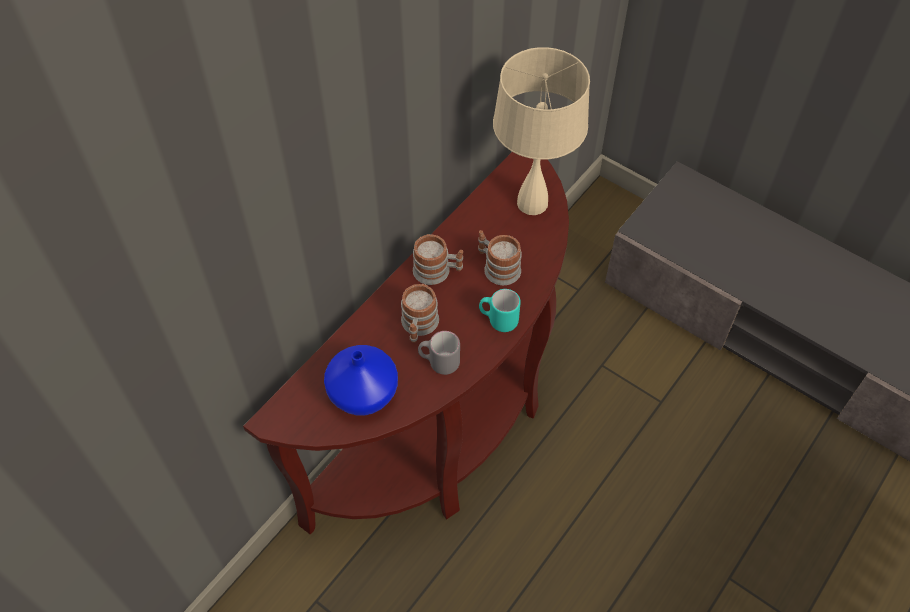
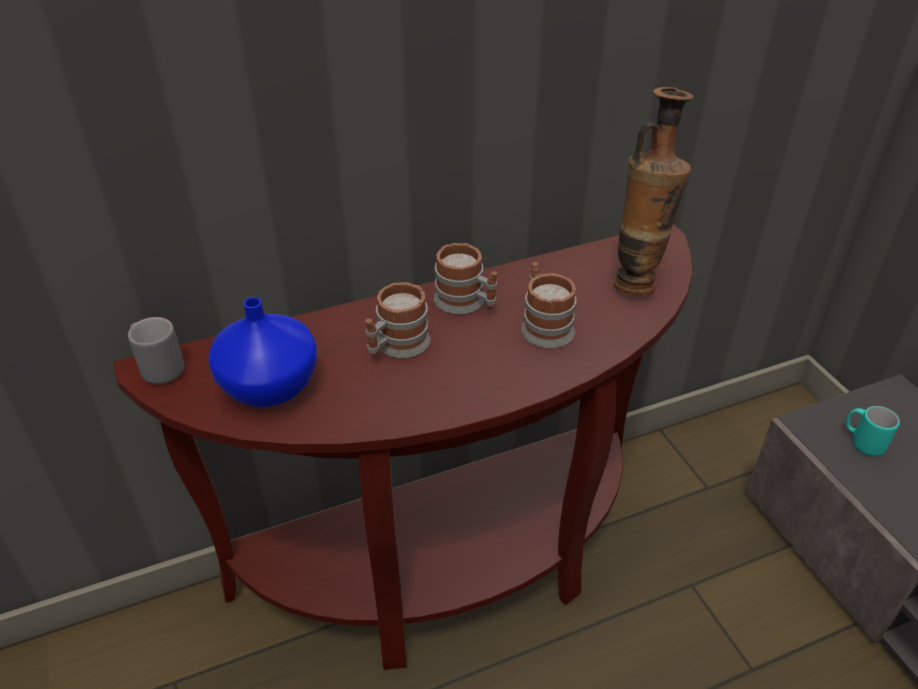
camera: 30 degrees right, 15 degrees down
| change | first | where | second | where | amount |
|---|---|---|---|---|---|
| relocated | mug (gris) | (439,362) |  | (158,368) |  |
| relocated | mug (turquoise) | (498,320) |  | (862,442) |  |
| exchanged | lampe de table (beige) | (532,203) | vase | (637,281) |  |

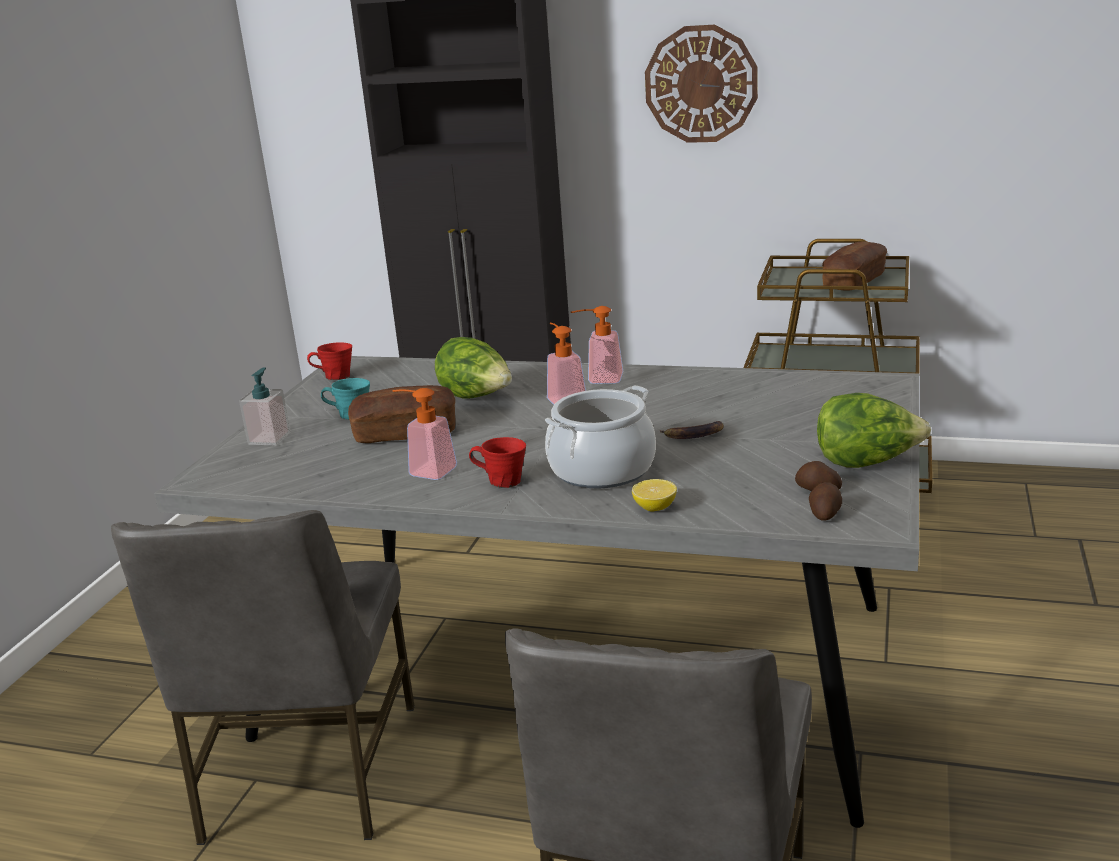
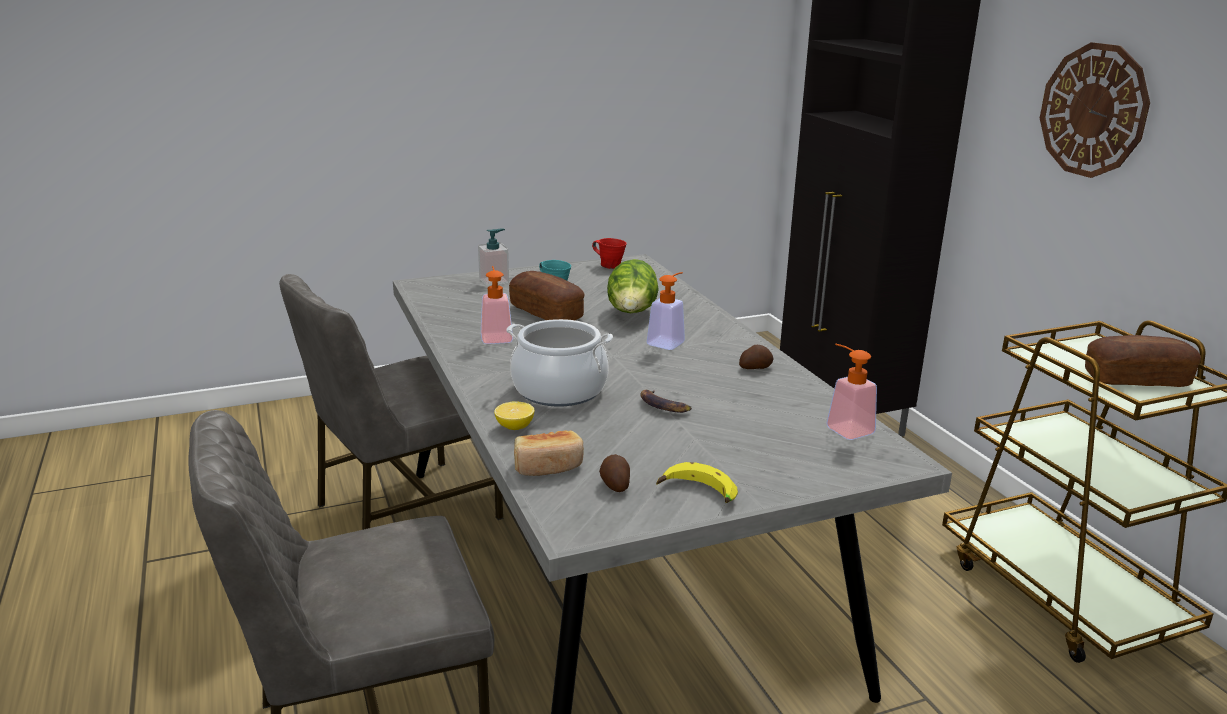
camera: 50 degrees right, 0 degrees up
| change | first | where | second | where | amount |
|---|---|---|---|---|---|
| missing | mug (rouge) | (503,481) |  |  |  |
| relocated | distributeur de savon | (598,379) |  | (844,427) |  |
| relocated | pomme de terre | (824,513) |  | (755,367) |  |
| exchanged | laitue | (867,463) | banane | (697,494) |  |
| appeared |  |  | pain | (548,466) |  |

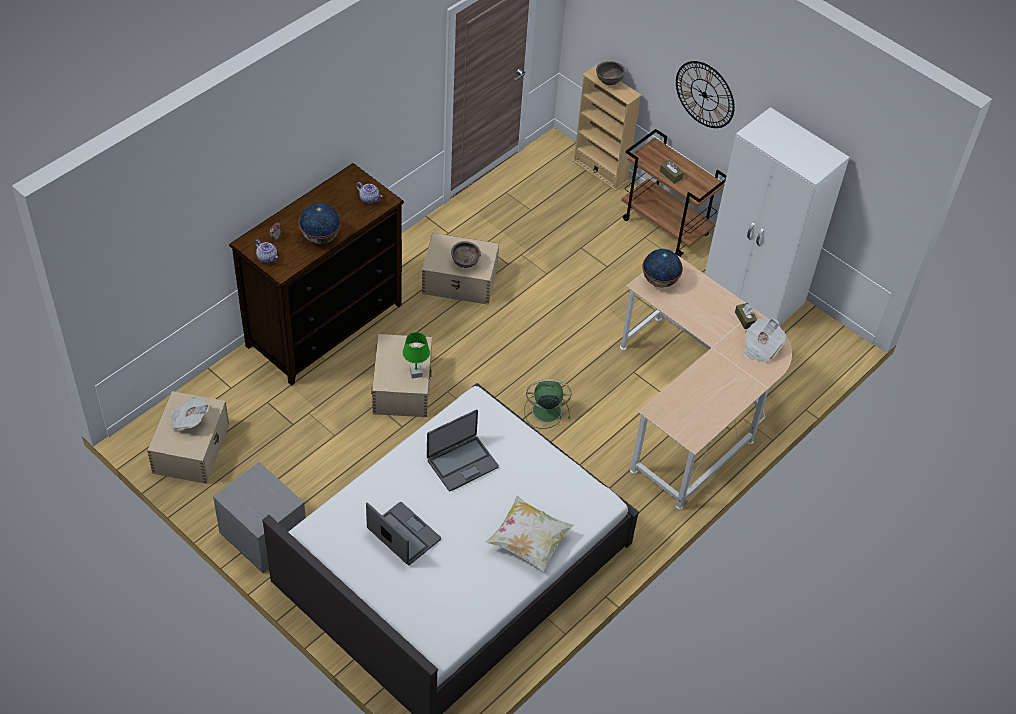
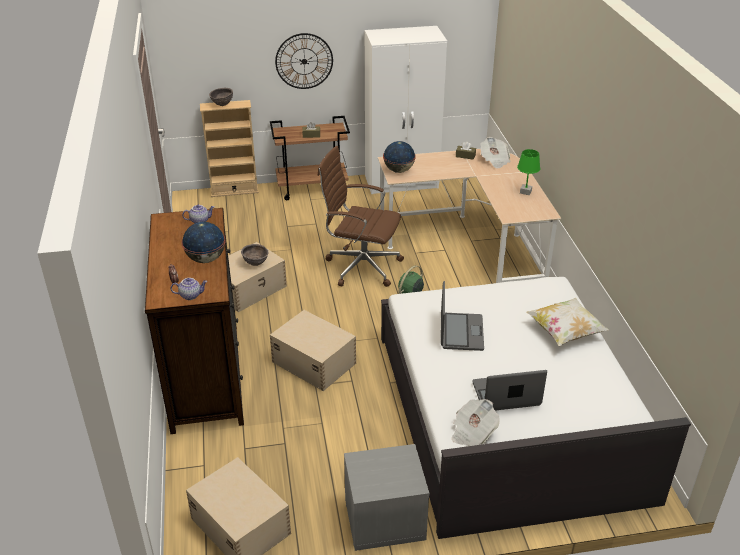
camera: 50 degrees left, 15 degrees down
| change | first | where | second | where | amount |
|---|---|---|---|---|---|
| relocated | journal | (189,420) |  | (472,432) |  |
| relocated | lampe de table (vert) | (415,373) |  | (525,192) |  |
| appeared |  |  | chaise de bureau (marron) | (361,266) |  |

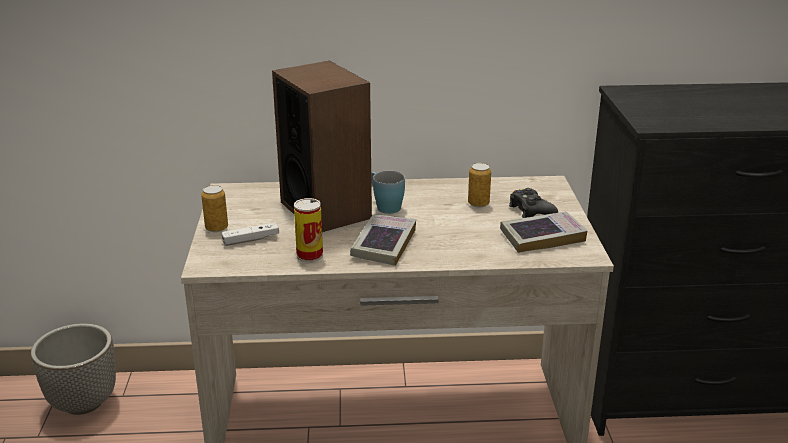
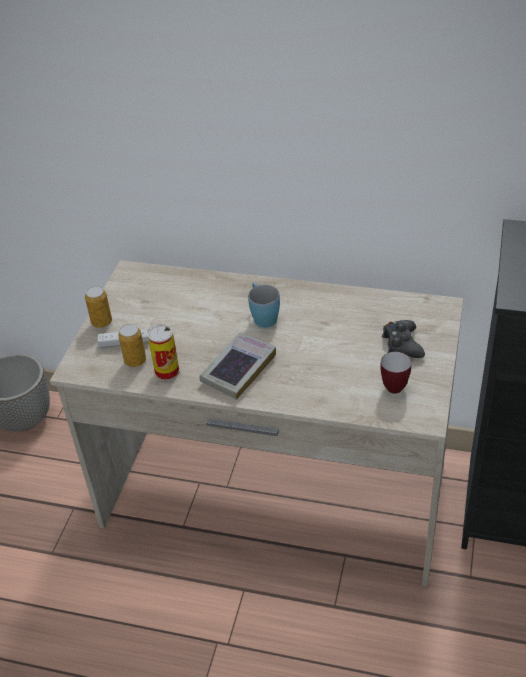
camera: 20 degrees right, 15 degrees up
| change | first | where | second | where | amount |
|---|---|---|---|---|---|
| missing | enceinte | (326,210) |  |  |  |
| relocated | boîte métallique | (478,203) |  | (135,361) |  |
| exchanged | livre | (542,237) | mug | (394,385) |  |

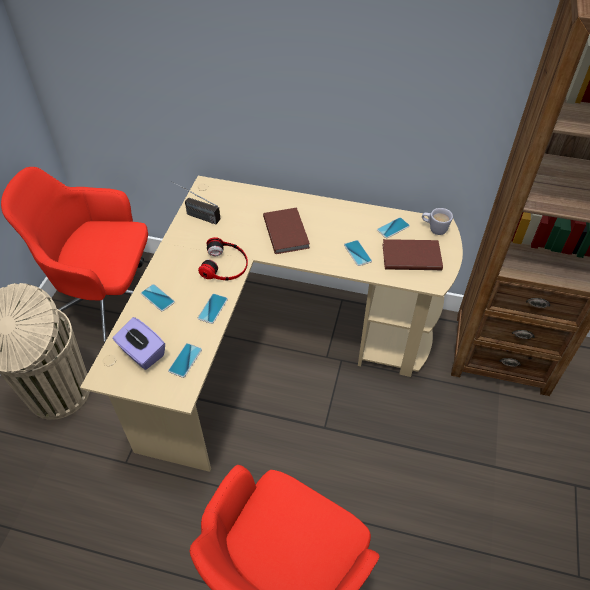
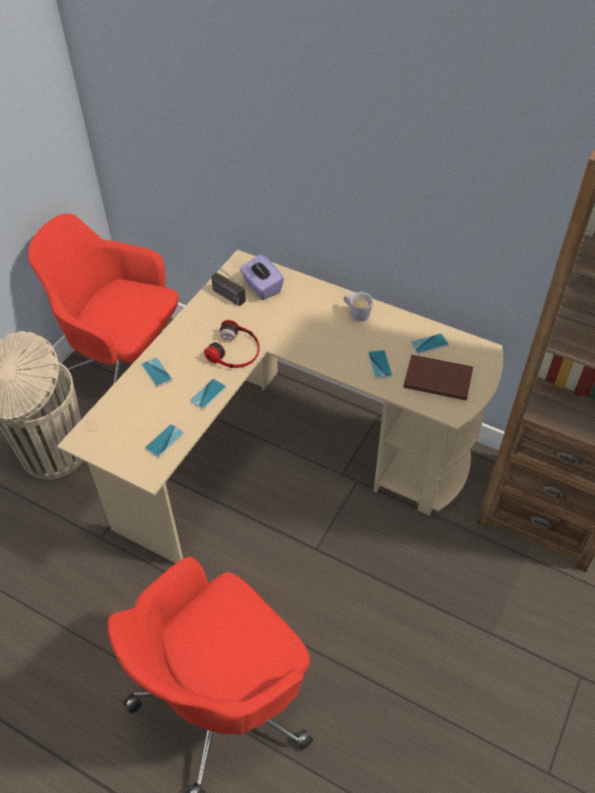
camera: 15 degrees right, 0 degrees up
| change | first | where | second | where | amount |
|---|---|---|---|---|---|
| relocated | boîte à mouchoirs (violet) | (142,353) |  | (262,287) |  |
| missing | livre (marron) | (287,231) |  |  |  |
| relocated | mug (blanc) | (434,229) |  | (356,314) |  |

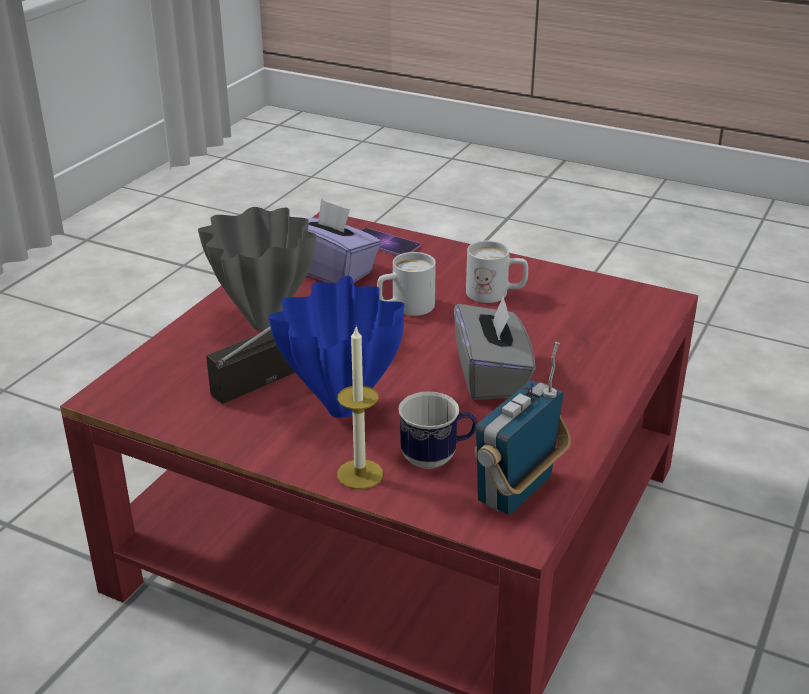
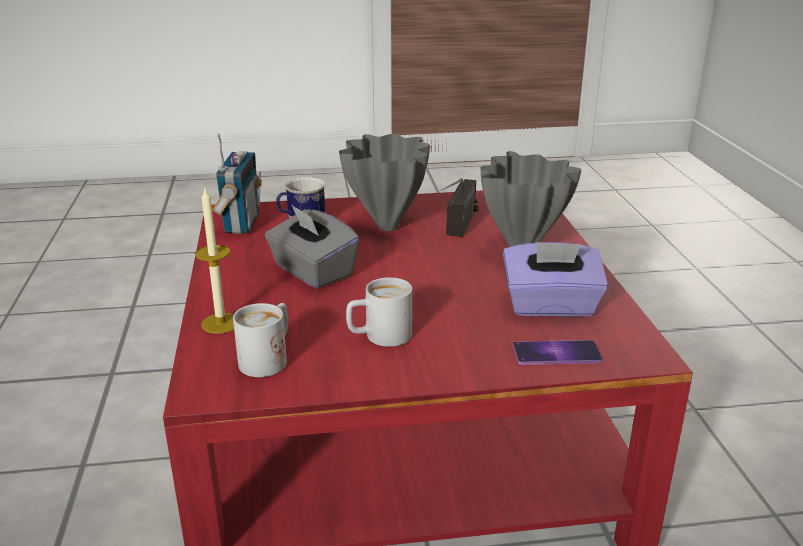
camera: 145 degrees right, 5 degrees down
| change | first | where | second | where | amount |
|---|---|---|---|---|---|
| colour | vase (bleu) | (341,411) | vase (gris) | (387,226) |  |
| relocated | bougie | (360,474) |  | (221,323) |  |
| relocated | mug (blanc) | (405,308) |  | (269,358) |  |

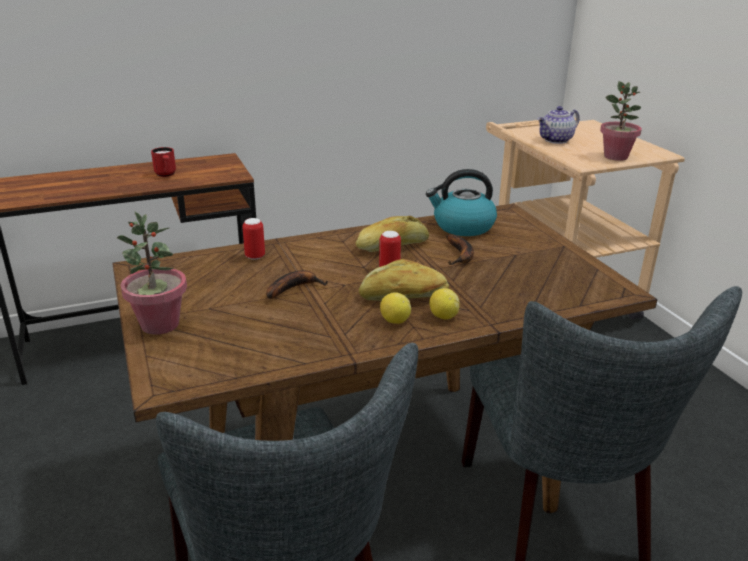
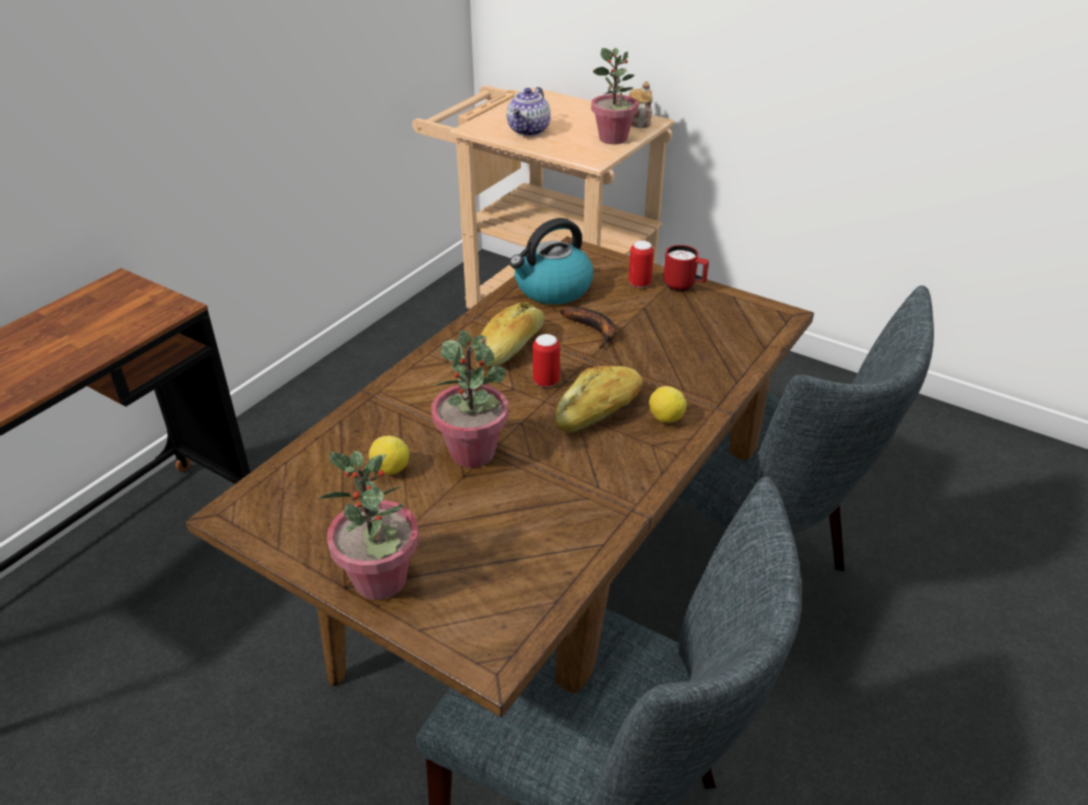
camera: 35 degrees left, 10 degrees up
| change | first | where | second | where | amount |
|---|---|---|---|---|---|
| relocated | mug (rouge) | (166,175) |  | (684,286) |  |
| relocated | boîte métallique | (255,256) |  | (639,284) |  |
| exchanged | banane | (294,288) | plante en pot | (473,452) |  |
| relocated | citron | (394,321) |  | (390,469) |  |
| appeared |  |  | théière | (638,121) |  |

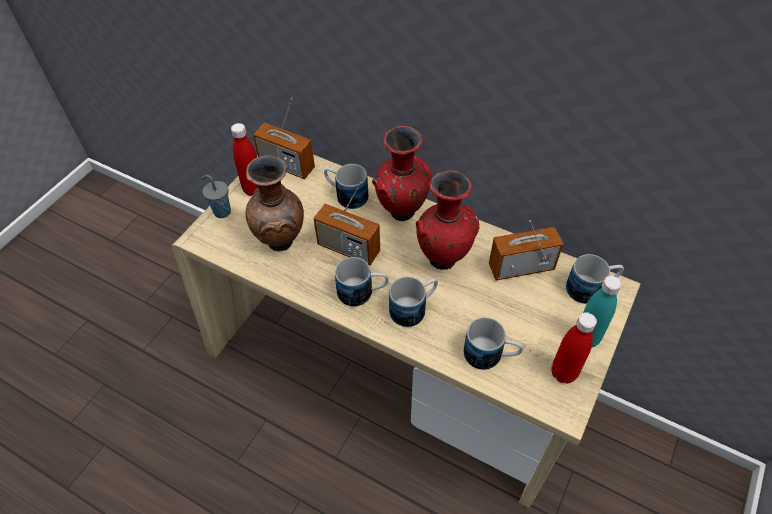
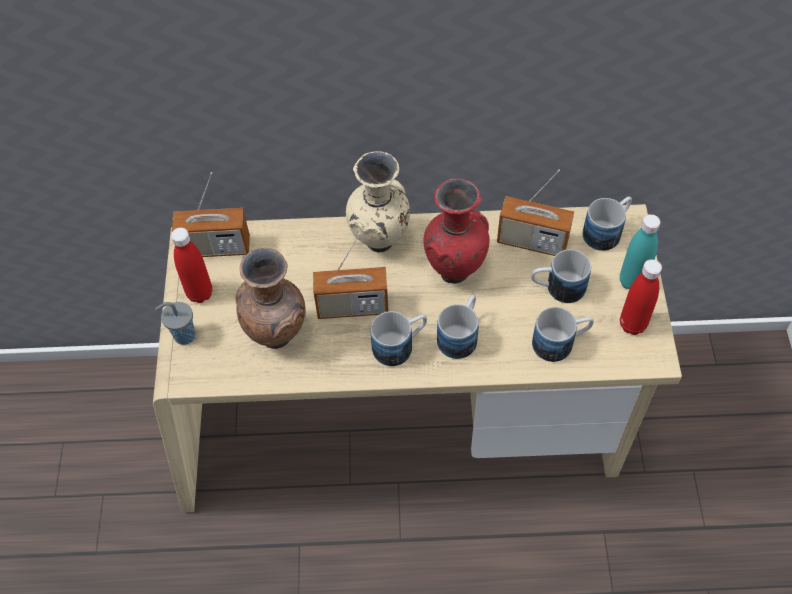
camera: 30 degrees left, 5 degrees up
| change | first | where | second | where | amount |
|---|---|---|---|---|---|
| relocated | mug | (346,195) |  | (557,288) |  |
| colour | vase (rouge) | (402,214) | vase (beige) | (380,243) |  |
| spun | radio | (521,267) |  | (532,242) | 120 degrees counterclockwise |

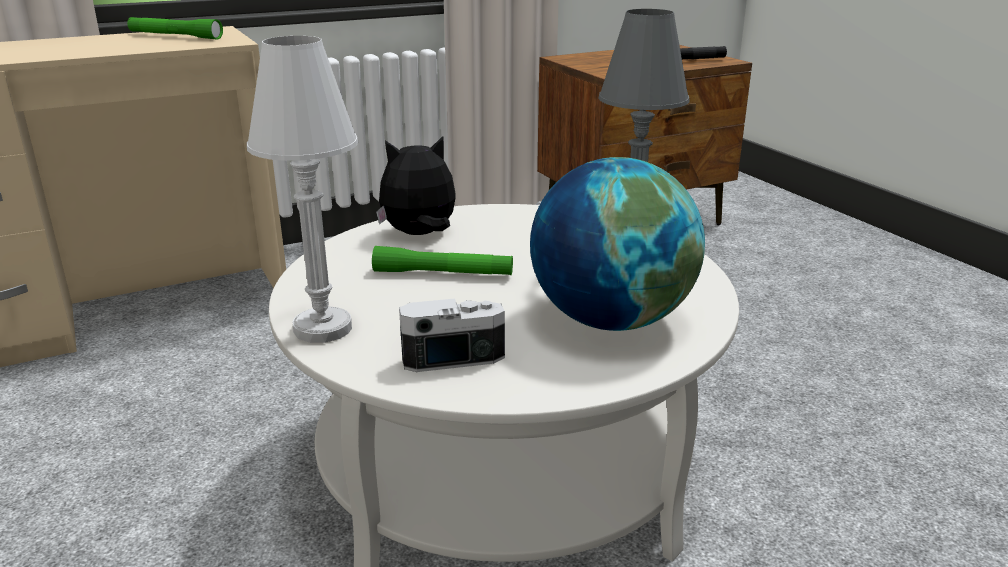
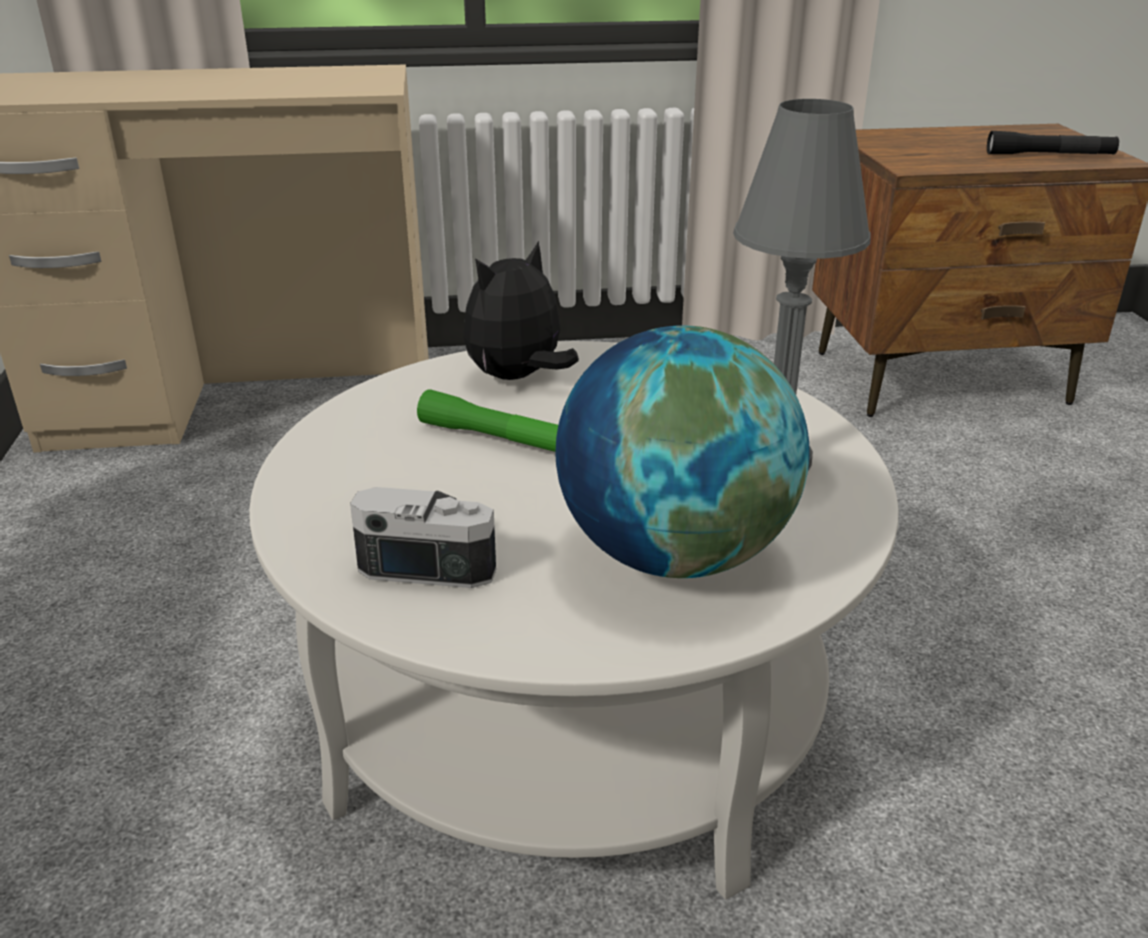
camera: 20 degrees right, 5 degrees up
| change | first | where | second | where | amount |
|---|---|---|---|---|---|
| missing | lampe de poche (vert) | (175,36) |  |  |  |
| missing | lampe de table (blanc) | (323,328) |  |  |  |
| spun | peluche | (420,235) |  | (517,378) | 45 degrees counterclockwise |

